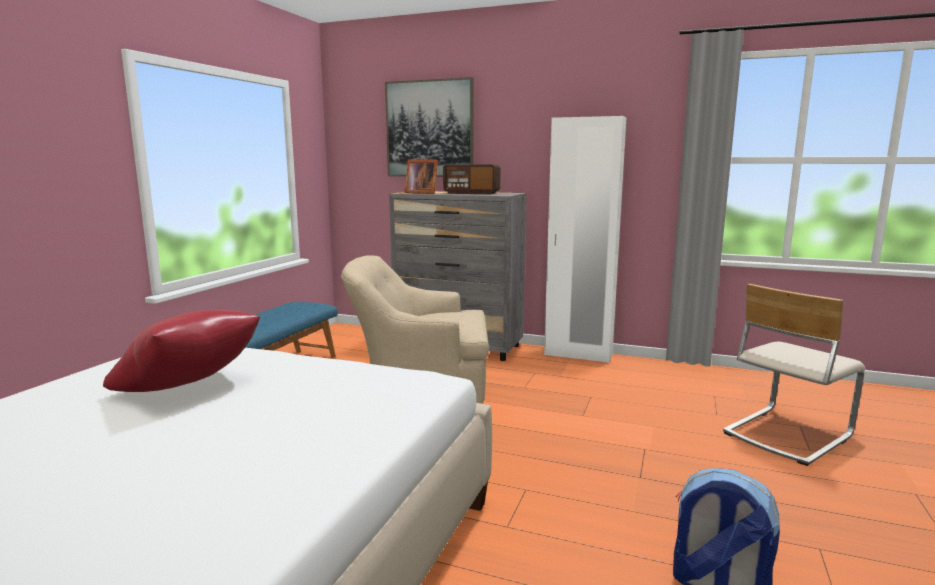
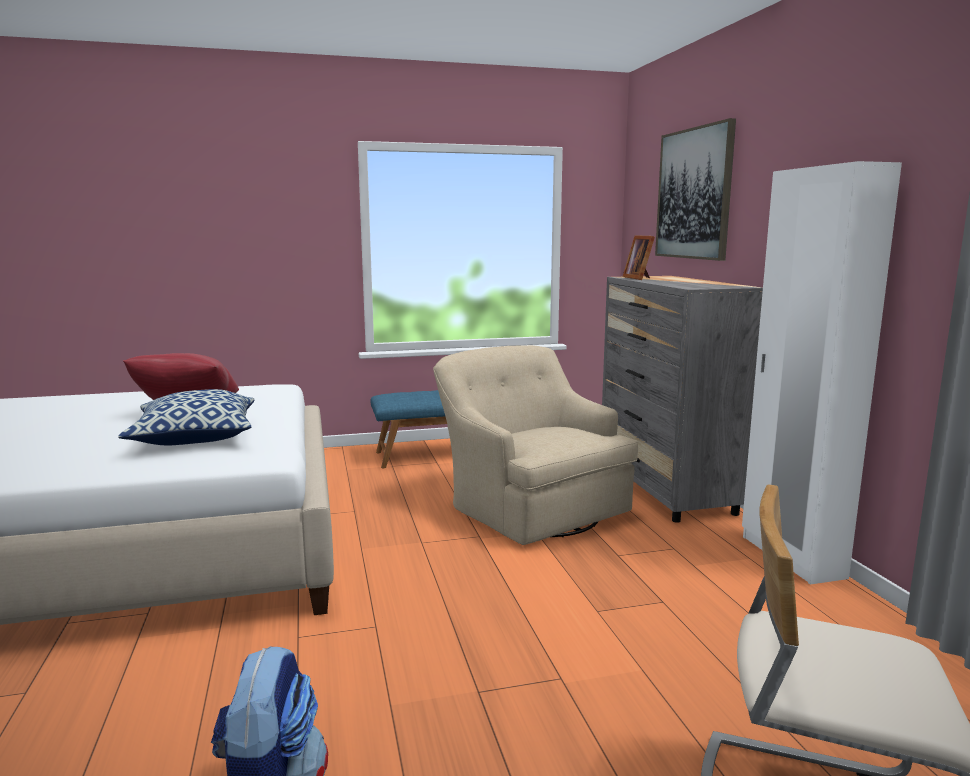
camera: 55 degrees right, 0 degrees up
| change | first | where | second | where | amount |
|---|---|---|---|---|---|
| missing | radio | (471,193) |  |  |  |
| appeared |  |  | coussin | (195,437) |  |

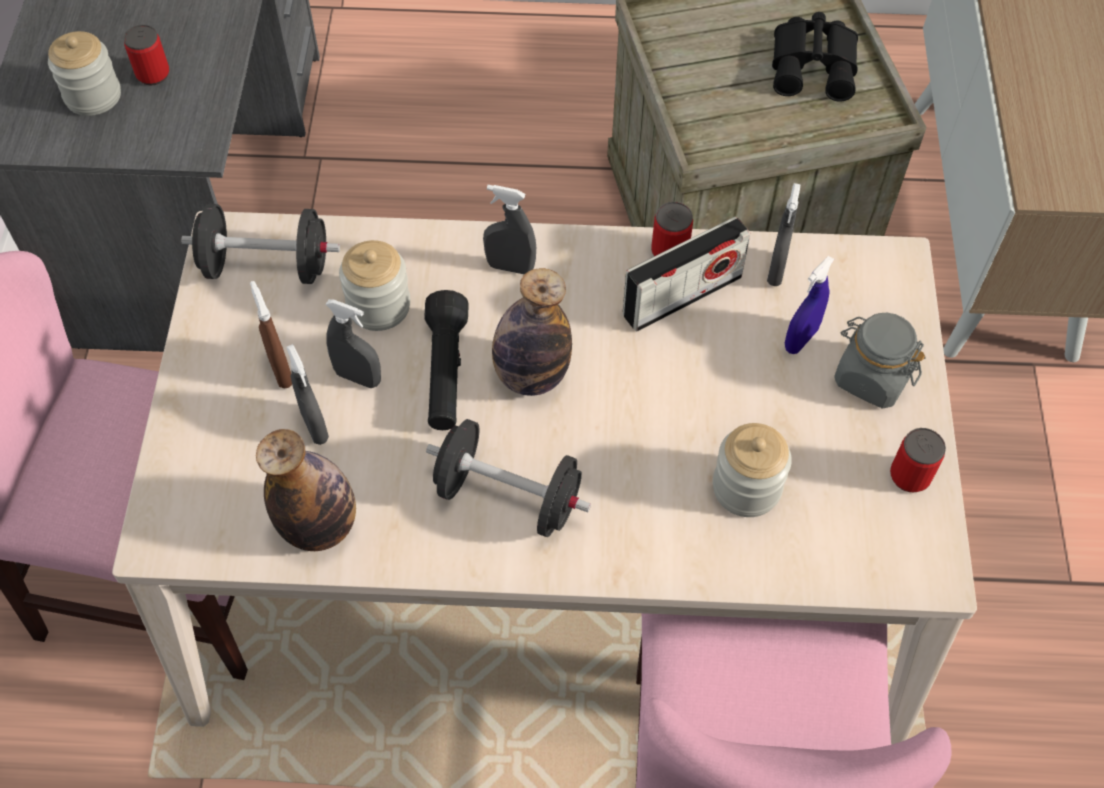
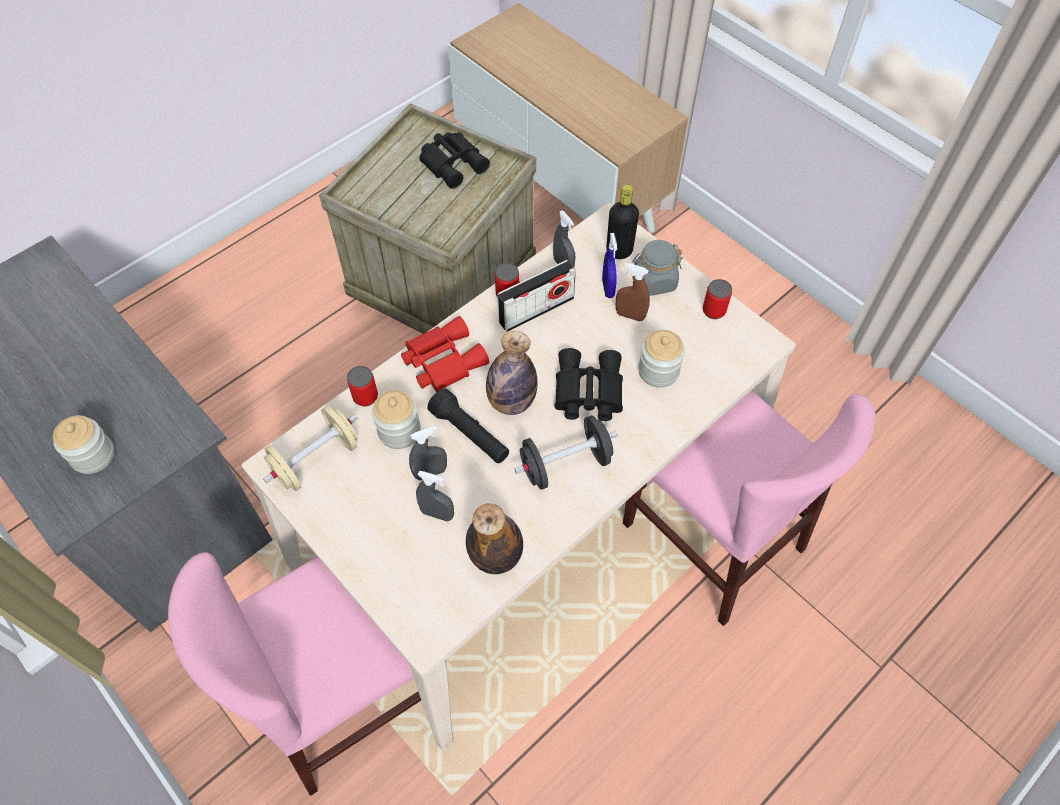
camera: 45 degrees left, 0 degrees up
| change | first | where | second | where | amount |
|---|---|---|---|---|---|
| relocated | boîte métallique | (153,74) |  | (365,397) |  |
| colour | haltère (noir) | (267,266) | haltère (beige) | (316,460) |  |
| relocated | vaporisateur (marron) | (281,370) |  | (630,315) |  |
| exchanged | vaporisateur (gris) | (510,267) | jumelles (rouge) | (442,360) |  |
| spun | radio | (682,296) |  | (536,310) | 45 degrees clockwise |
| appeared |  |  | jumelles (noir) | (586,392) |  |
| appeared |  |  | bouteille (noir) | (619,251) |  |

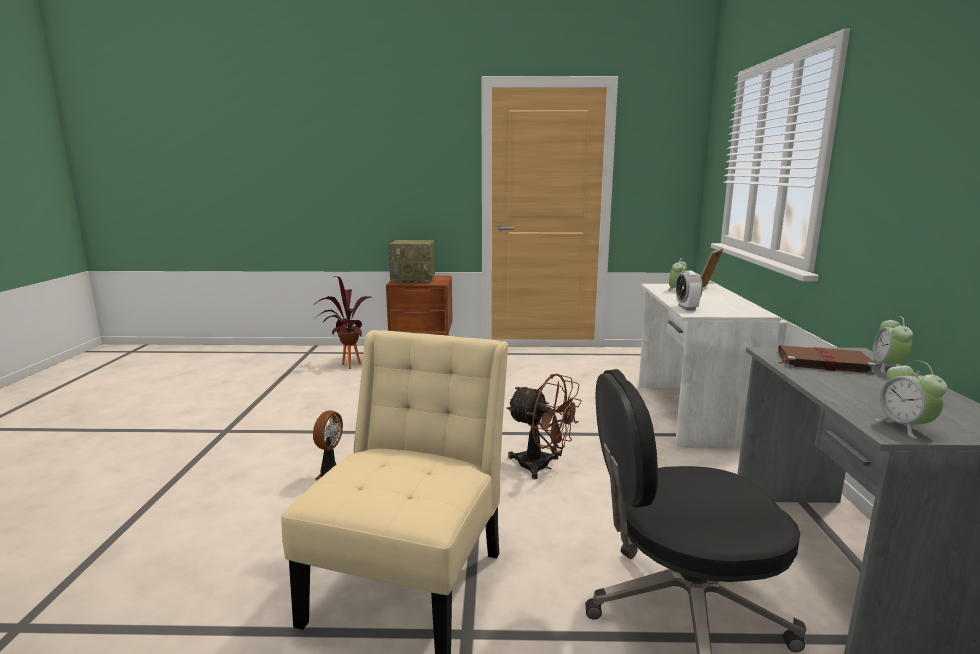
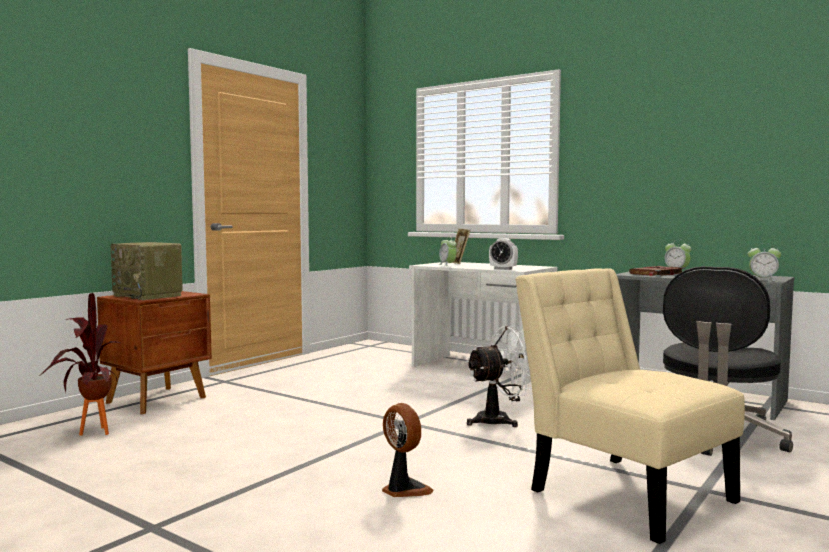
camera: 55 degrees left, 10 degrees down
| change | first | where | second | where | amount |
|---|---|---|---|---|---|
| spun | radio | (414,280) |  | (149,296) | 90 degrees clockwise |
| colour | ventilateur (marron) | (542,466) | ventilateur (blanc) | (500,420) |  |

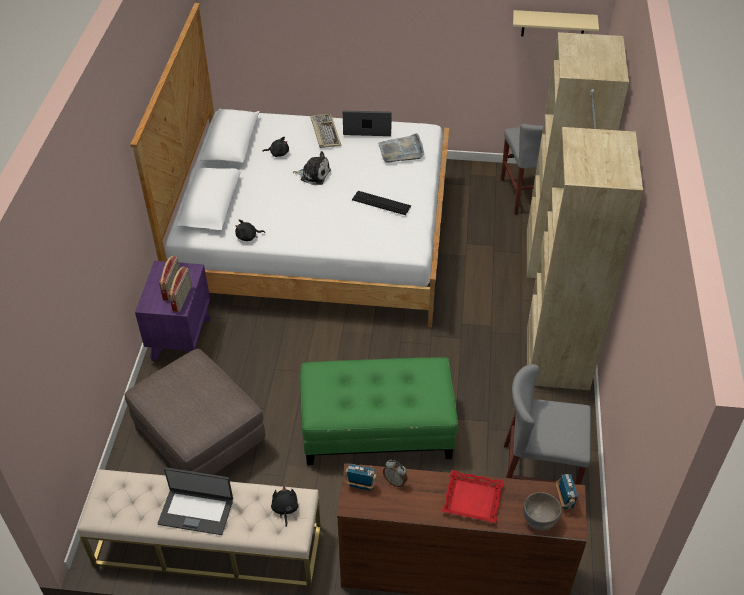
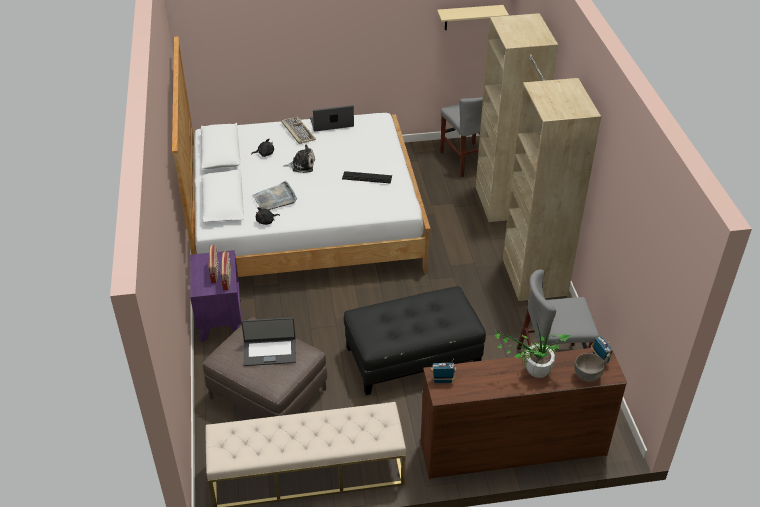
camera: 15 degrees left, 5 degrees down
| change | first | where | second | where | amount |
|---|---|---|---|---|---|
| relocated | ordinateur portable | (196,511) |  | (270,352) |  |
| missing | peluche (noir) | (285,509) |  |  |  |
| colour | pouf (vert) | (377,430) | pouf (noir) | (413,357) |  |
| relocated | plateau (gris) | (401,151) |  | (275,198) |  |
| missing | réveil | (395,481) |  |  |  |
| exchanged | plateau (rouge) | (472,500) | plante en pot | (532,373) |  |

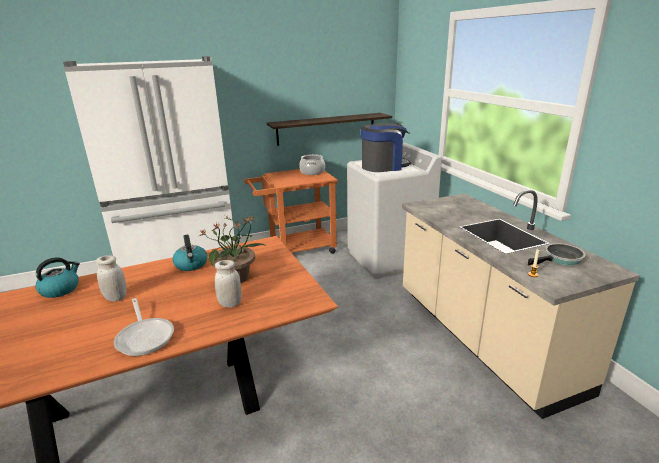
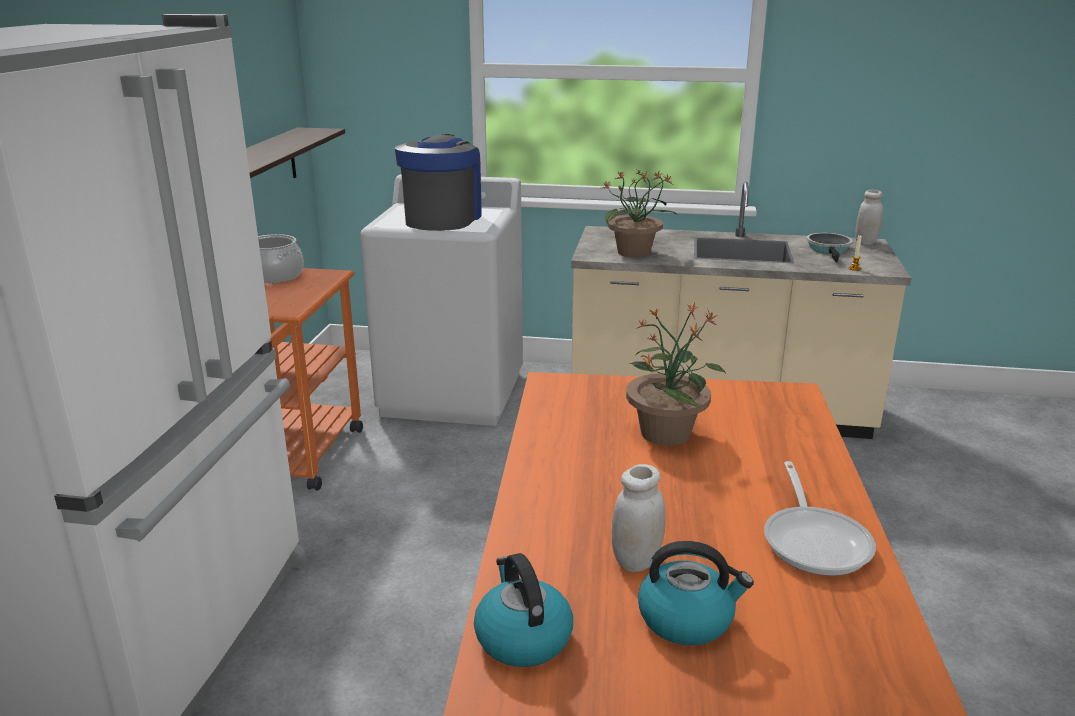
camera: 60 degrees left, 0 degrees up
| change | first | where | second | where | amount |
|---|---|---|---|---|---|
| spun | poêle | (145,337) |  | (815,541) | 90 degrees clockwise |
| relocated | bouilloire | (191,265) |  | (687,619) |  |
| relocated | bocal (blanc) | (230,303) |  | (866,242) |  |
| appeared |  |  | plante en pot | (635,252) |  |

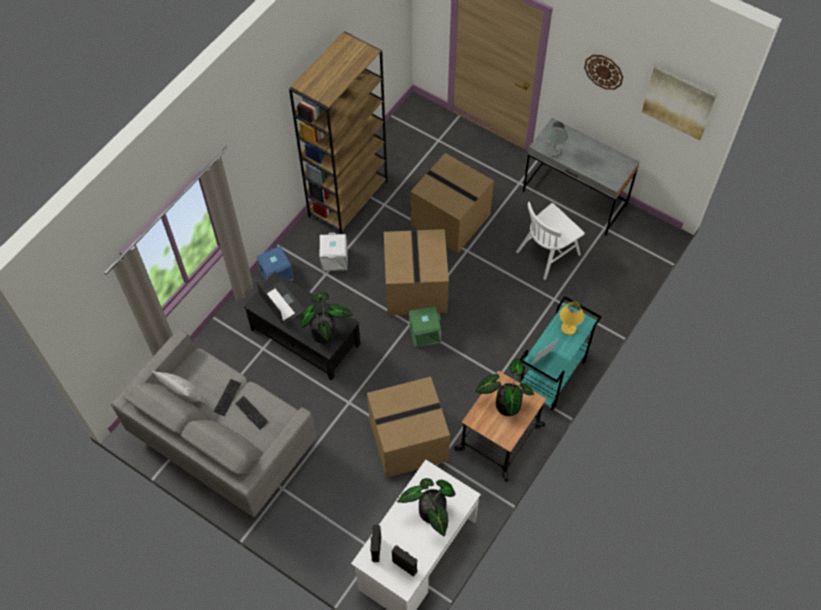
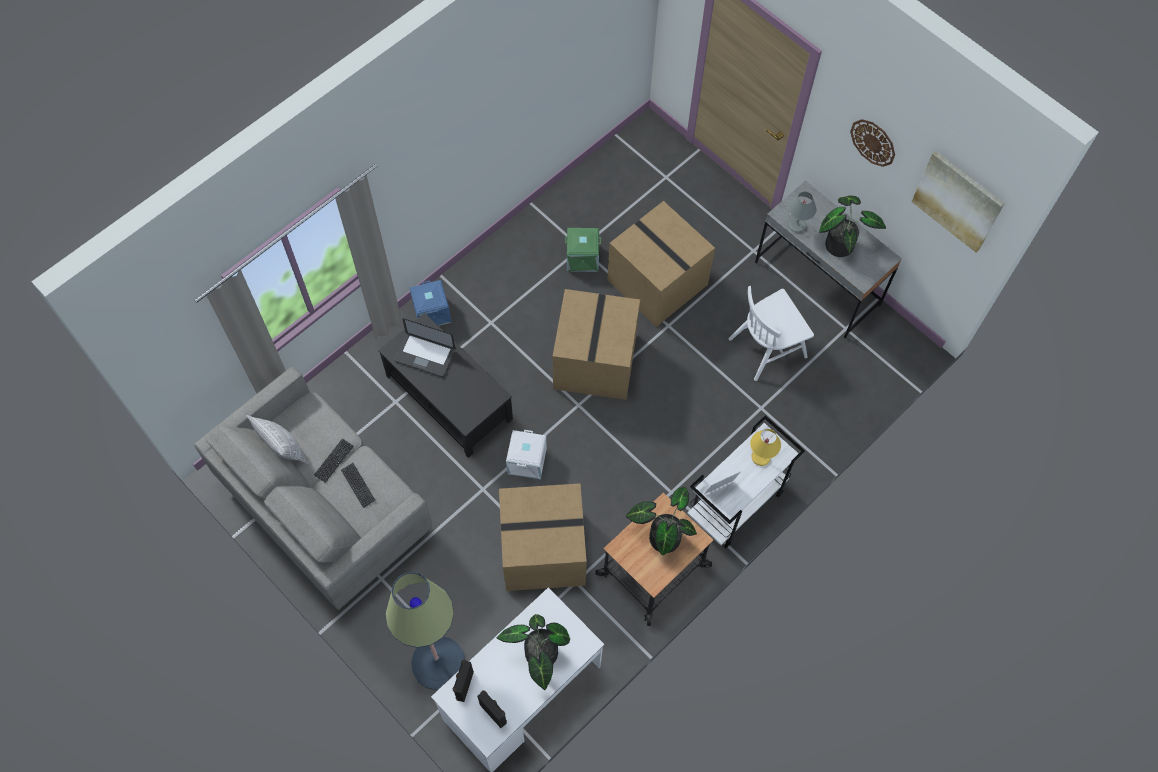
camera: 10 degrees right, 5 degrees up
| change | first | where | second | where | amount |
|---|---|---|---|---|---|
| spun | ordinateur portable | (282,303) |  | (424,355) | 135 degrees clockwise |
| missing | bibliothèque (marron) | (348,198) |  |  |  |
| relocated | plante en pot | (325,331) |  | (841,242) |  |
| relocated | boîte de rangement (blanc) | (335,259) |  | (527,461) |  |
| relocated | boîte de rangement (vert) | (424,333) |  | (582,258) |  |
| colour | chariot (turquoise) | (552,376) | chariot (blanc) | (735,505) |  |
| appeared |  |  | lampadaire | (438,663) |  |

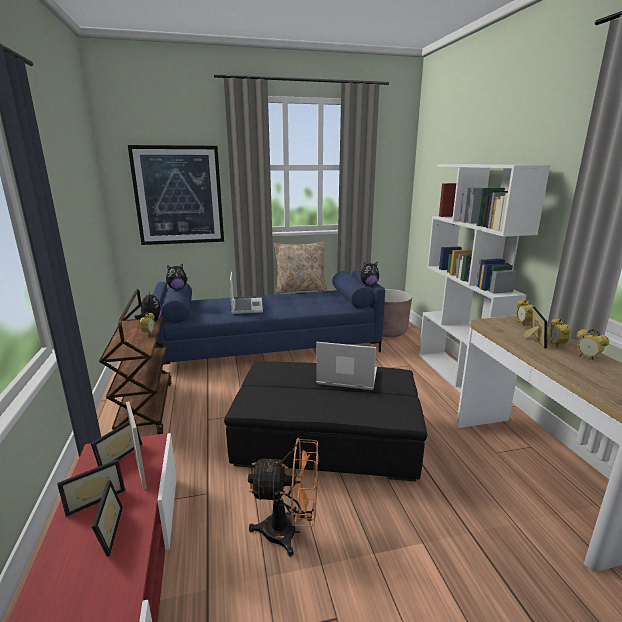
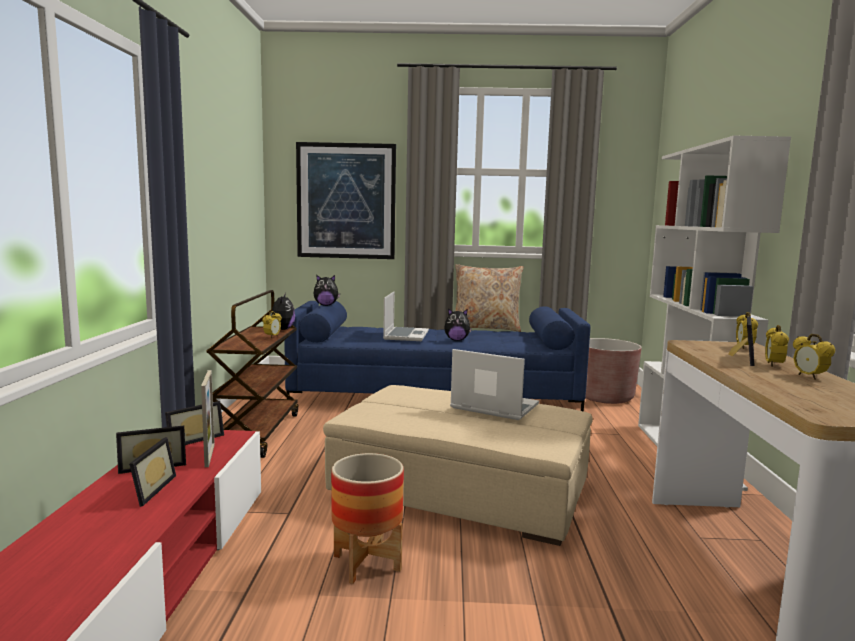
camera: 15 degrees right, 10 degrees down
| change | first | where | second | where | amount |
|---|---|---|---|---|---|
| colour | pouf (noir) | (326,439) | pouf (beige) | (460,488) |  |
| exchanged | ventilateur (orange) | (289,532) | cache-pot | (366,562) |  |
| relocated | peluche | (368,285) |  | (456,340) |  |

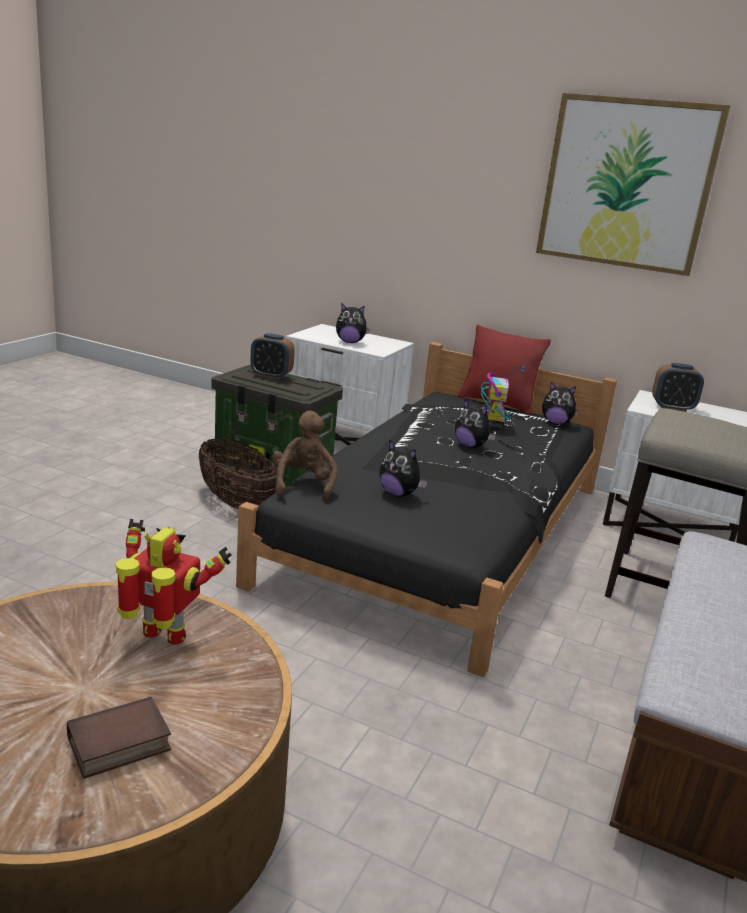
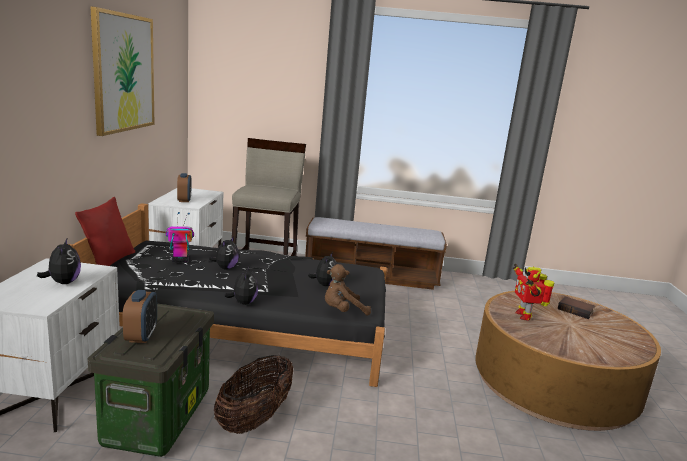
camera: 110 degrees left, 5 degrees down
| change | first | where | second | where | amount |
|---|---|---|---|---|---|
| relocated | peluche | (556,423) |  | (243,303) |  |

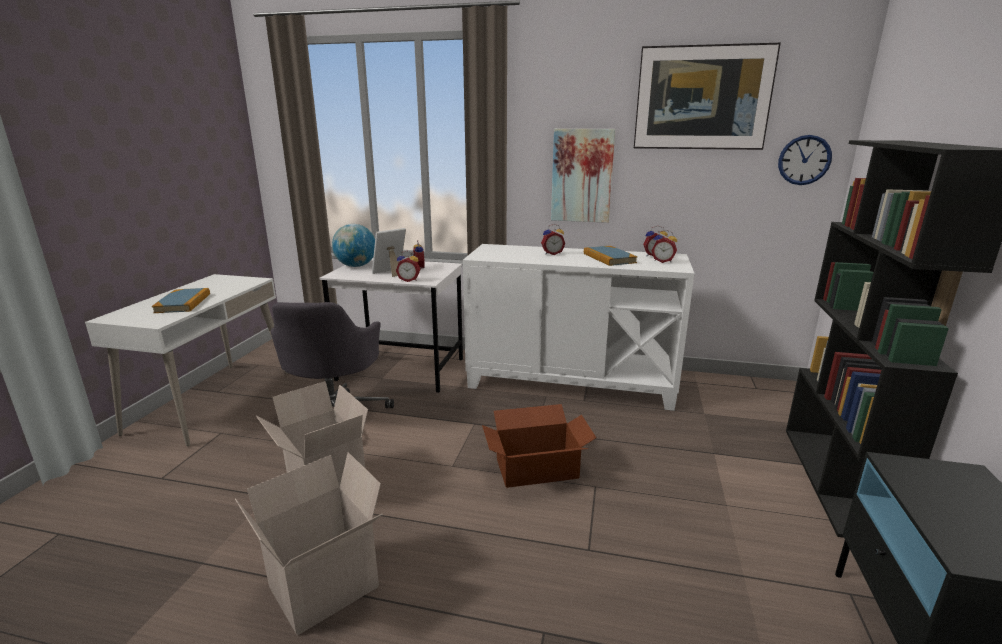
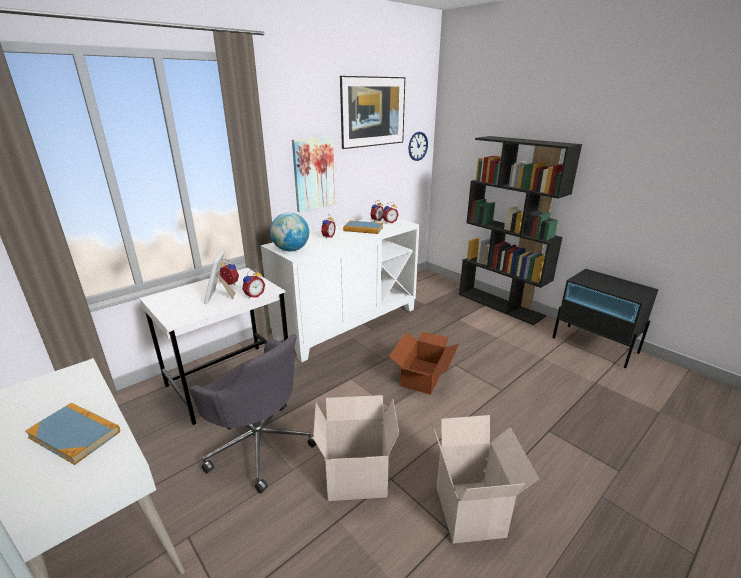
camera: 55 degrees left, 5 degrees up
| change | first | where | second | where | amount |
|---|---|---|---|---|---|
| relocated | globe | (356,266) |  | (291,250) |  |

